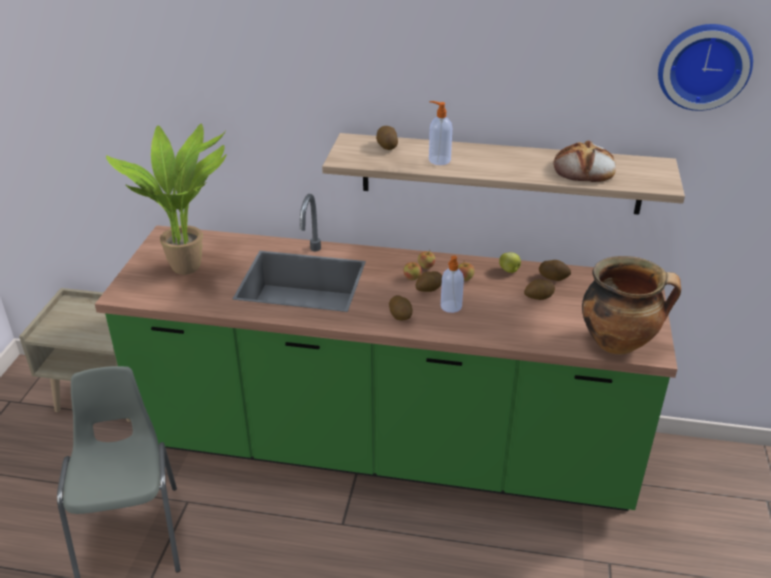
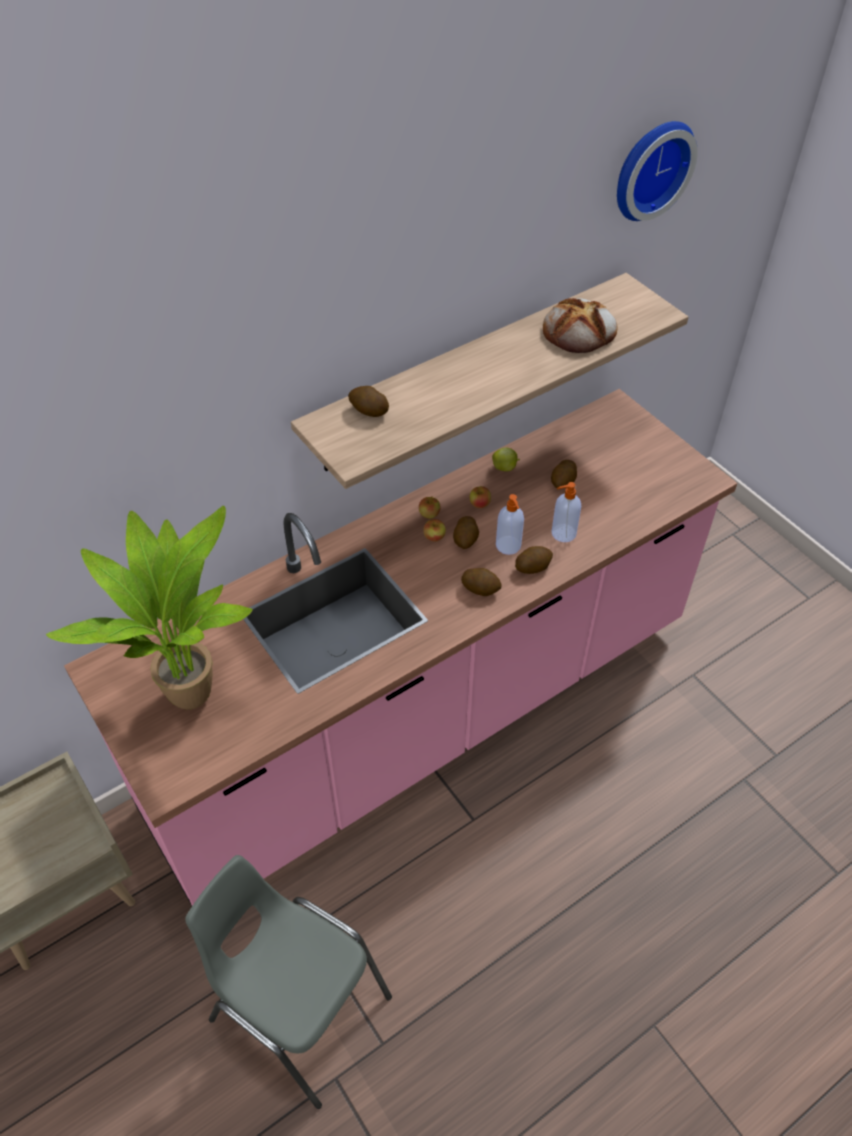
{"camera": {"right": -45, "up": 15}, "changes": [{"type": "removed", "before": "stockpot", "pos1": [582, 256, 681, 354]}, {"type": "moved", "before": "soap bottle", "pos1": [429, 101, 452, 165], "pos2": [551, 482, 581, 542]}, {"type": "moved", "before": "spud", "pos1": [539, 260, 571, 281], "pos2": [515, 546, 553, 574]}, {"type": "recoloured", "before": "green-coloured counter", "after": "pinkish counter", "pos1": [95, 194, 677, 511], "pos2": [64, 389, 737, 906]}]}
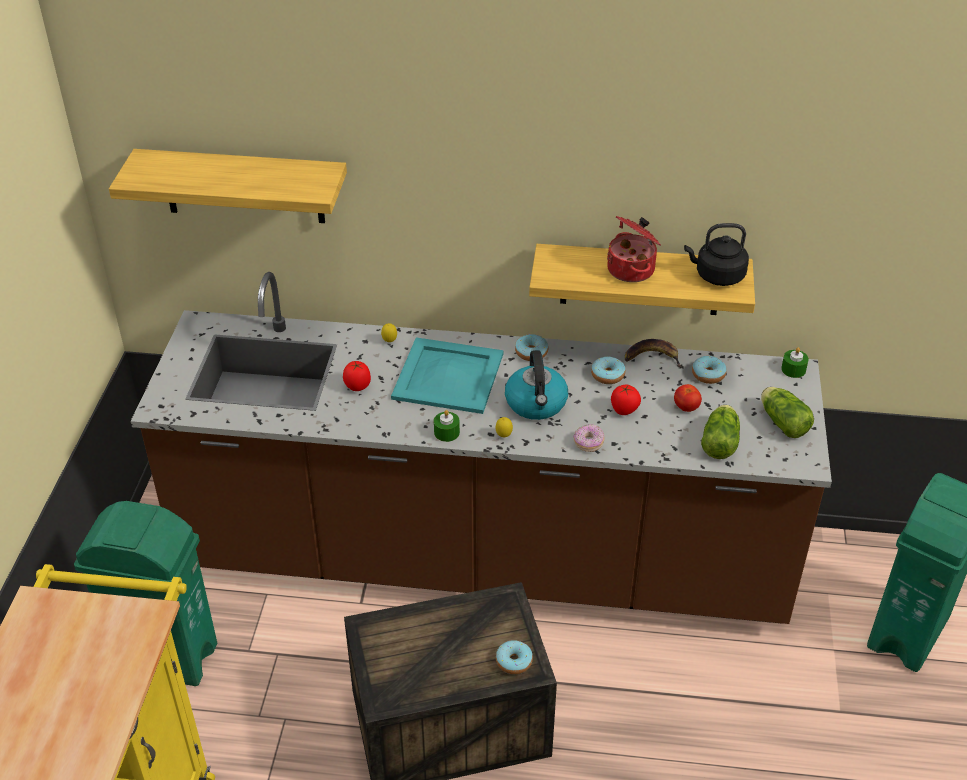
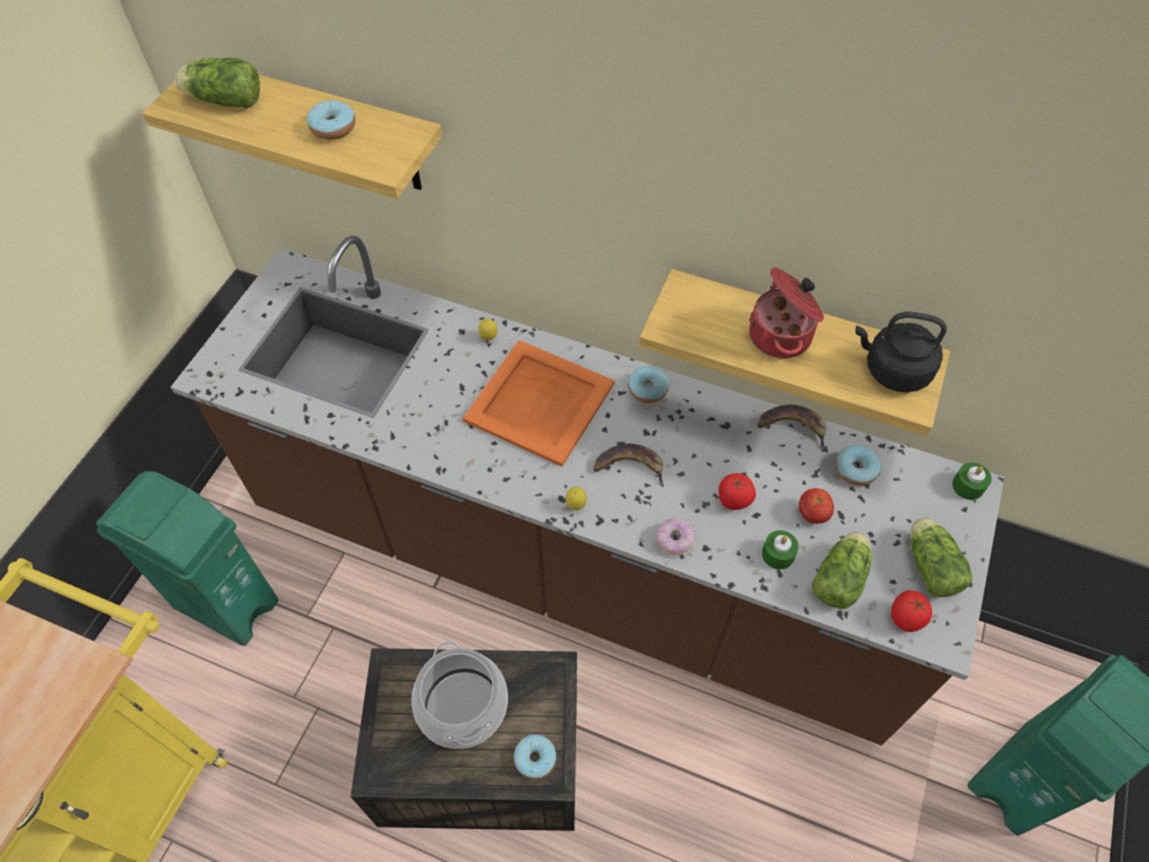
{"camera": {"right": 15, "up": 15}, "changes": [{"type": "added", "after": "head of lettuce", "pos2": [175, 58, 260, 108]}, {"type": "added", "after": "stockpot", "pos2": [411, 641, 508, 749]}, {"type": "moved", "before": "tomato", "pos1": [343, 361, 371, 391], "pos2": [891, 590, 932, 632]}, {"type": "moved", "before": "green-coloured wax light", "pos1": [434, 410, 460, 442], "pos2": [762, 530, 799, 569]}, {"type": "moved", "before": "doughnut", "pos1": [591, 357, 625, 384], "pos2": [307, 100, 355, 140]}, {"type": "replaced", "before": "water kettle", "after": "banana", "pos1": [505, 350, 568, 420], "pos2": [593, 444, 664, 487]}, {"type": "recoloured", "before": "turquoise serving tray", "after": "orange serving tray", "pos1": [391, 337, 503, 414], "pos2": [463, 340, 615, 467]}]}
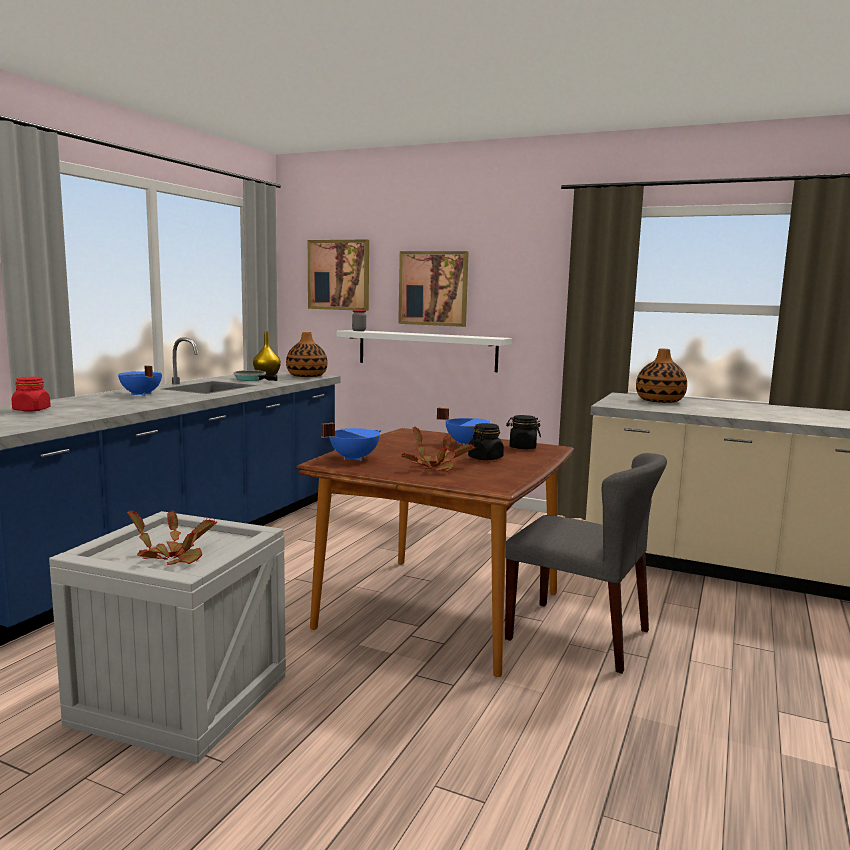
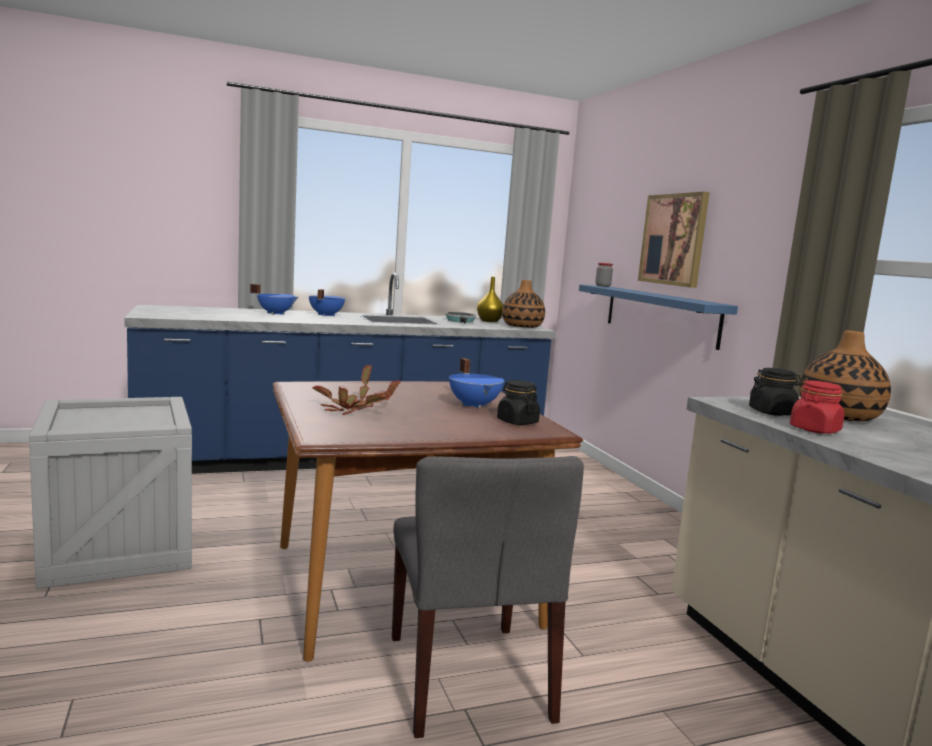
{"camera": {"right": 45, "up": 0}, "changes": [{"type": "removed", "before": "houseplant", "pos1": [127, 510, 217, 565]}, {"type": "removed", "before": "wall picture", "pos1": [308, 240, 369, 311]}, {"type": "moved", "before": "red-coloured jar", "pos1": [11, 377, 51, 412], "pos2": [790, 381, 845, 434]}, {"type": "moved", "before": "bluish stockpot", "pos1": [321, 423, 382, 461], "pos2": [250, 284, 299, 315]}, {"type": "moved", "before": "blackish jar", "pos1": [468, 423, 504, 460], "pos2": [749, 368, 803, 416]}, {"type": "recoloured", "before": "white-coloured bracket shelf", "after": "bluish bracket shelf", "pos1": [336, 330, 512, 372], "pos2": [579, 284, 738, 350]}]}
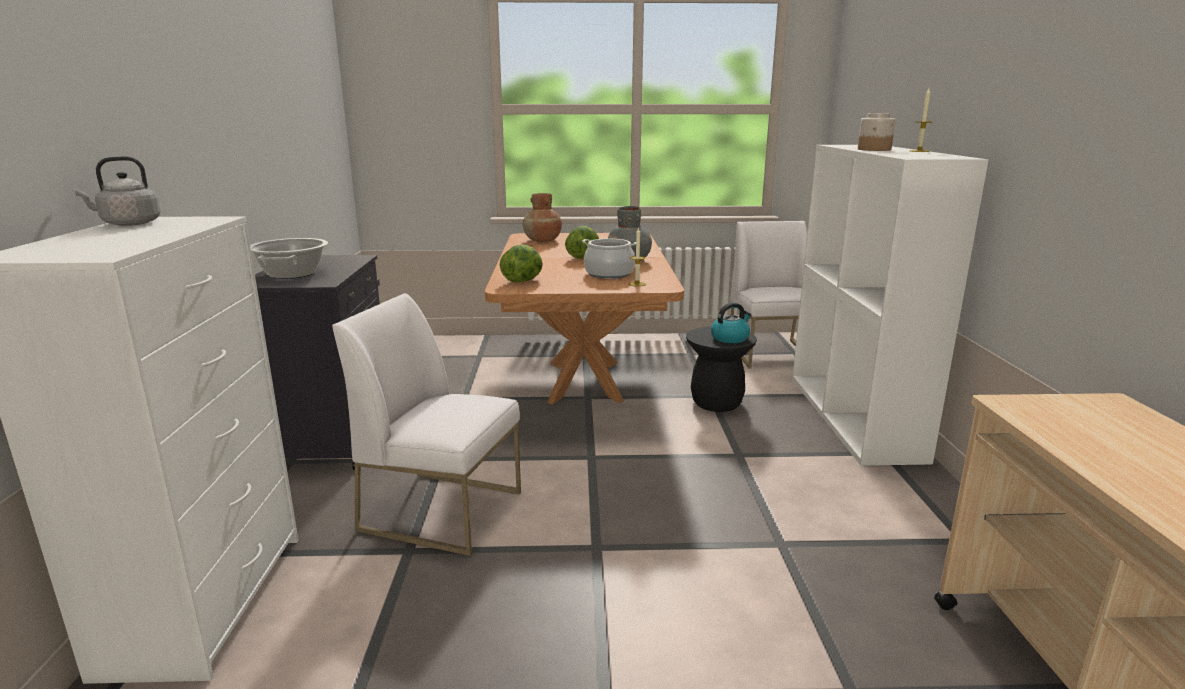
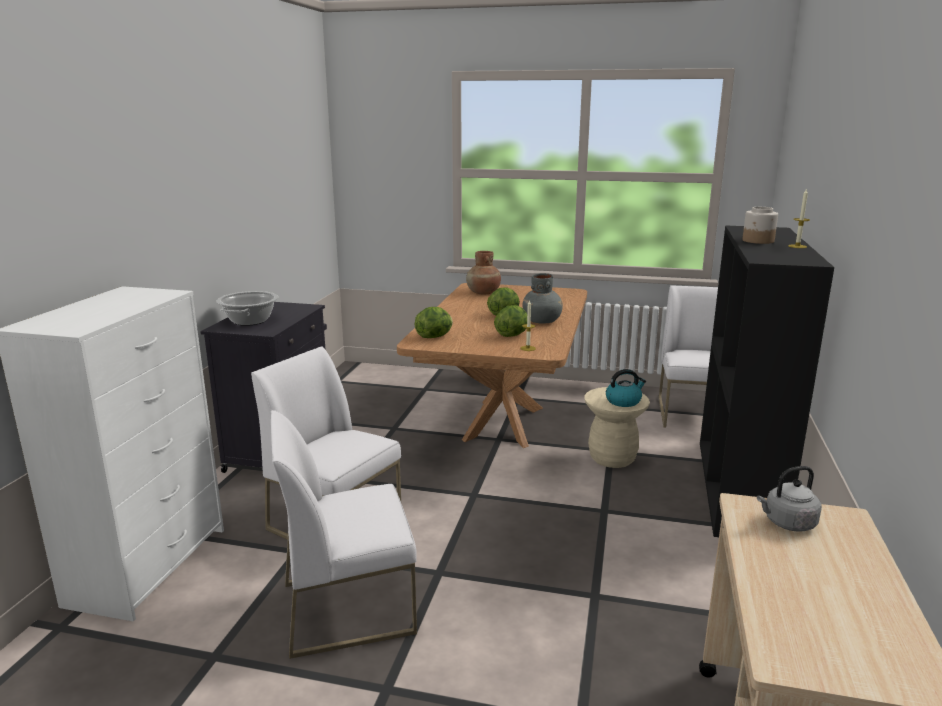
{"camera": {"right": 15, "up": 0}, "changes": [{"type": "added", "after": "white-coloured plain chair", "pos2": [271, 410, 417, 659]}, {"type": "moved", "before": "grey water kettle", "pos1": [74, 156, 161, 226], "pos2": [757, 466, 822, 532]}, {"type": "replaced", "before": "stockpot", "after": "head of lettuce", "pos1": [582, 239, 636, 279], "pos2": [494, 305, 527, 337]}, {"type": "recoloured", "before": "blackish stool", "after": "beige-coloured stool", "pos1": [686, 326, 757, 412], "pos2": [584, 387, 650, 468]}, {"type": "recoloured", "before": "white-coloured bookcase", "after": "blackish bookcase", "pos1": [792, 145, 989, 466], "pos2": [700, 225, 834, 537]}]}
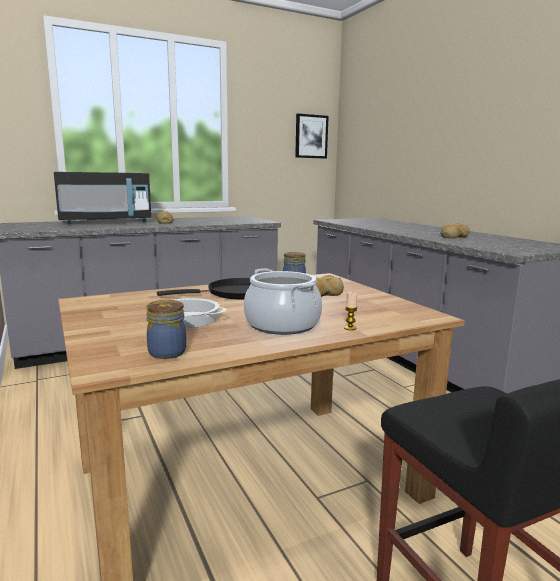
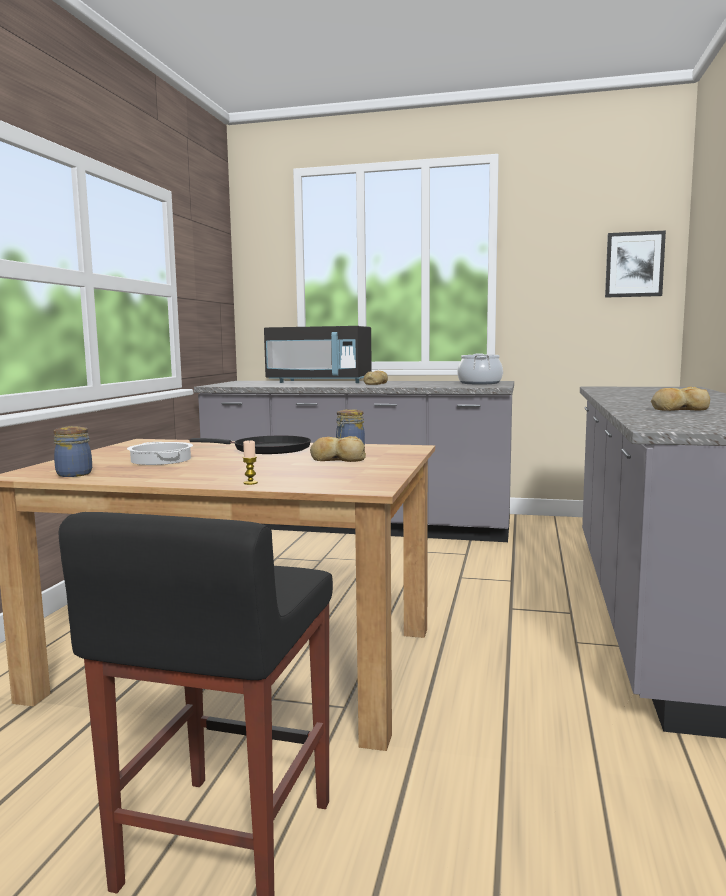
{"camera": {"right": 40, "up": -5}, "changes": [{"type": "moved", "before": "stockpot", "pos1": [244, 268, 322, 335], "pos2": [457, 353, 503, 384]}]}
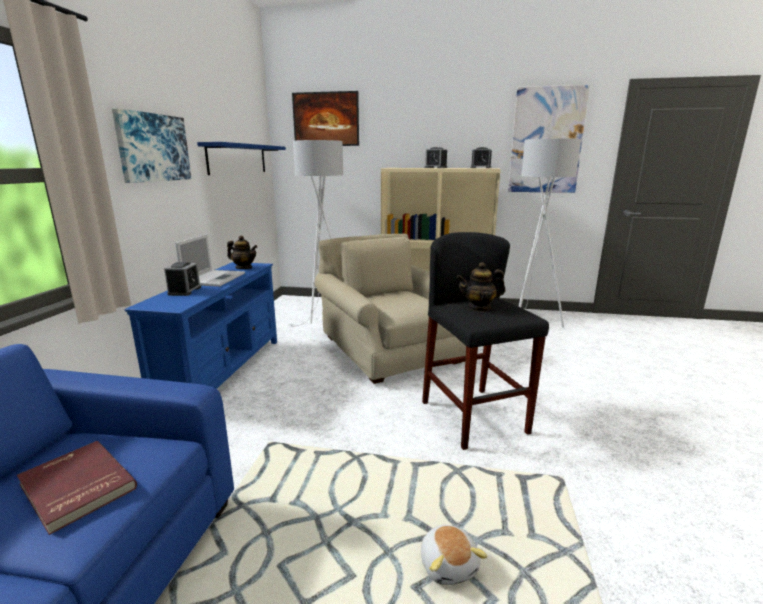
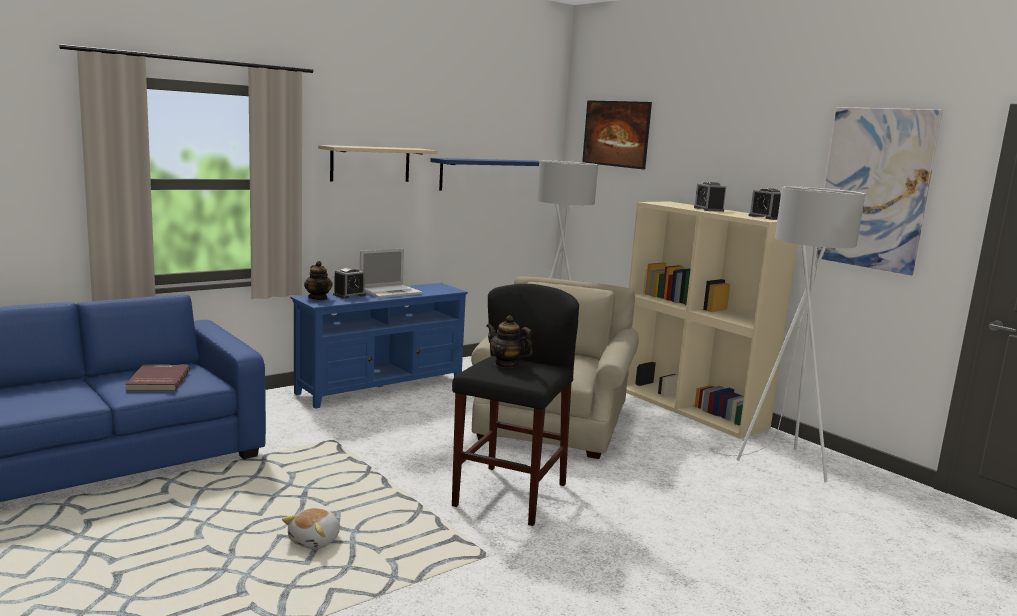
{"camera": {"right": 40, "up": -5}, "changes": [{"type": "moved", "before": "tea pot", "pos1": [227, 236, 257, 269], "pos2": [304, 261, 333, 300]}, {"type": "replaced", "before": "wall picture", "after": "beige-coloured bracket shelf", "pos1": [112, 108, 191, 183], "pos2": [318, 145, 438, 182]}]}
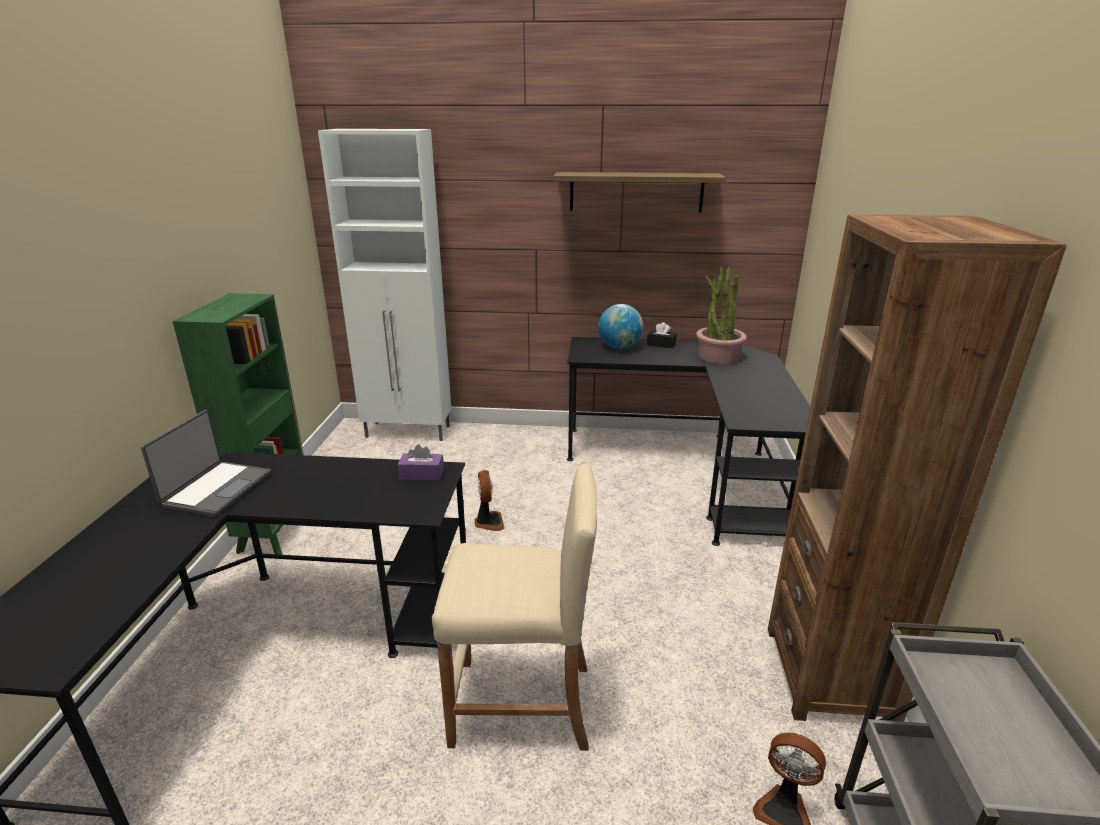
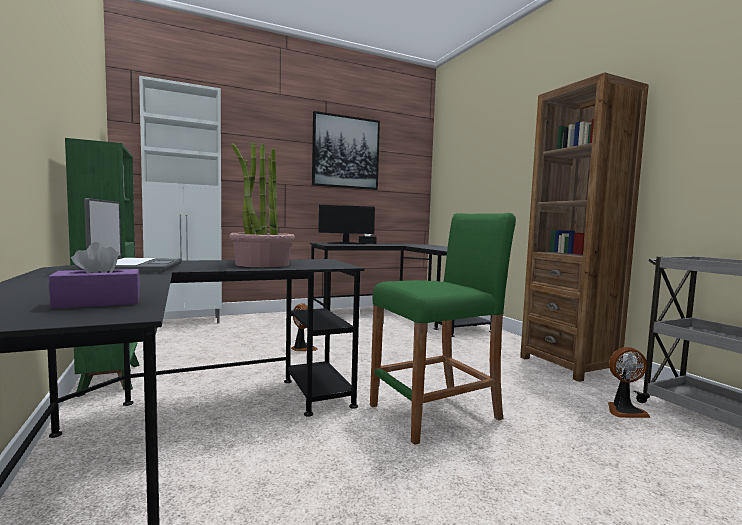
{"camera": {"right": -30, "up": -20}, "changes": [{"type": "moved", "before": "purplish tissue box", "pos1": [397, 444, 444, 480], "pos2": [49, 242, 140, 309]}, {"type": "moved", "before": "houseplant", "pos1": [696, 267, 747, 364], "pos2": [230, 142, 295, 267]}, {"type": "replaced", "before": "bracket shelf", "after": "wall picture", "pos1": [554, 172, 726, 212], "pos2": [312, 111, 380, 190]}, {"type": "replaced", "before": "desk globe", "after": "computer display", "pos1": [598, 304, 643, 349], "pos2": [318, 205, 375, 244]}, {"type": "recoloured", "before": "beige-coloured stool", "after": "green-coloured stool", "pos1": [432, 463, 597, 751], "pos2": [370, 213, 516, 445]}]}
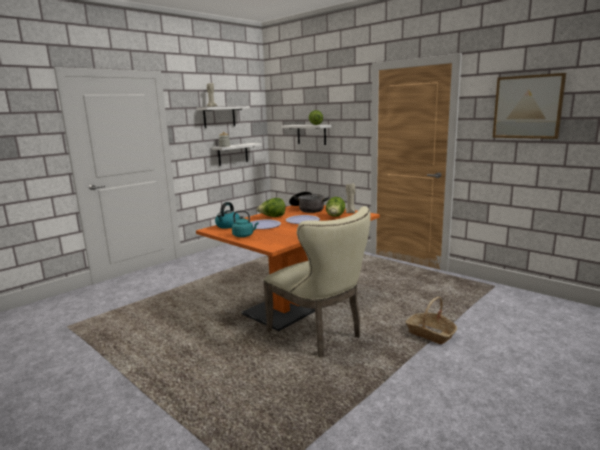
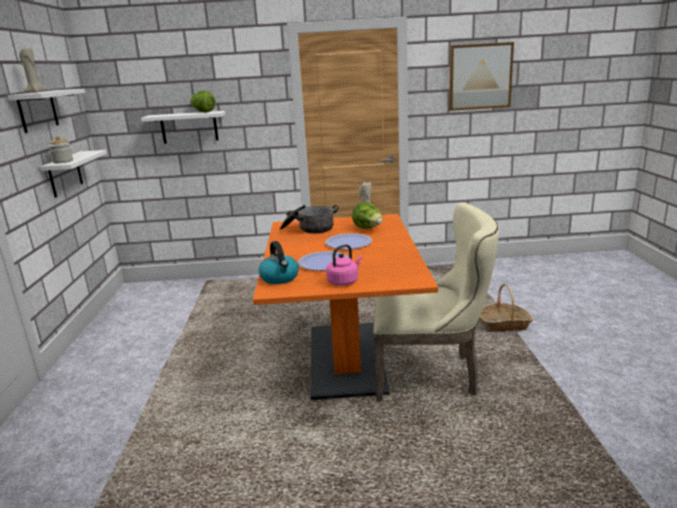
{"camera": {"right": -45, "up": 5}, "changes": [{"type": "removed", "before": "head of lettuce", "pos1": [256, 198, 286, 217]}, {"type": "recoloured", "before": "turquoise water kettle", "after": "pinkish water kettle", "pos1": [232, 211, 258, 237], "pos2": [326, 244, 362, 286]}]}
